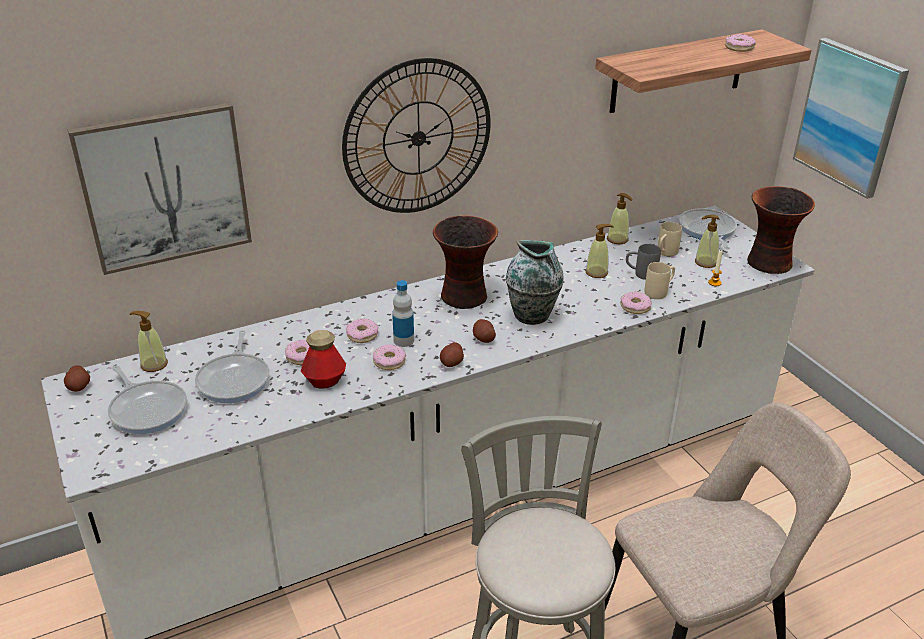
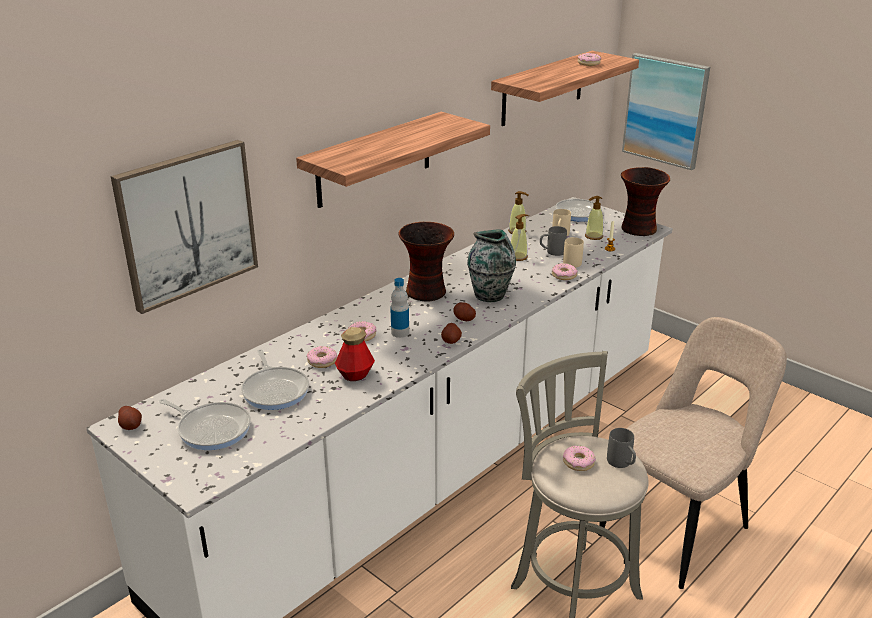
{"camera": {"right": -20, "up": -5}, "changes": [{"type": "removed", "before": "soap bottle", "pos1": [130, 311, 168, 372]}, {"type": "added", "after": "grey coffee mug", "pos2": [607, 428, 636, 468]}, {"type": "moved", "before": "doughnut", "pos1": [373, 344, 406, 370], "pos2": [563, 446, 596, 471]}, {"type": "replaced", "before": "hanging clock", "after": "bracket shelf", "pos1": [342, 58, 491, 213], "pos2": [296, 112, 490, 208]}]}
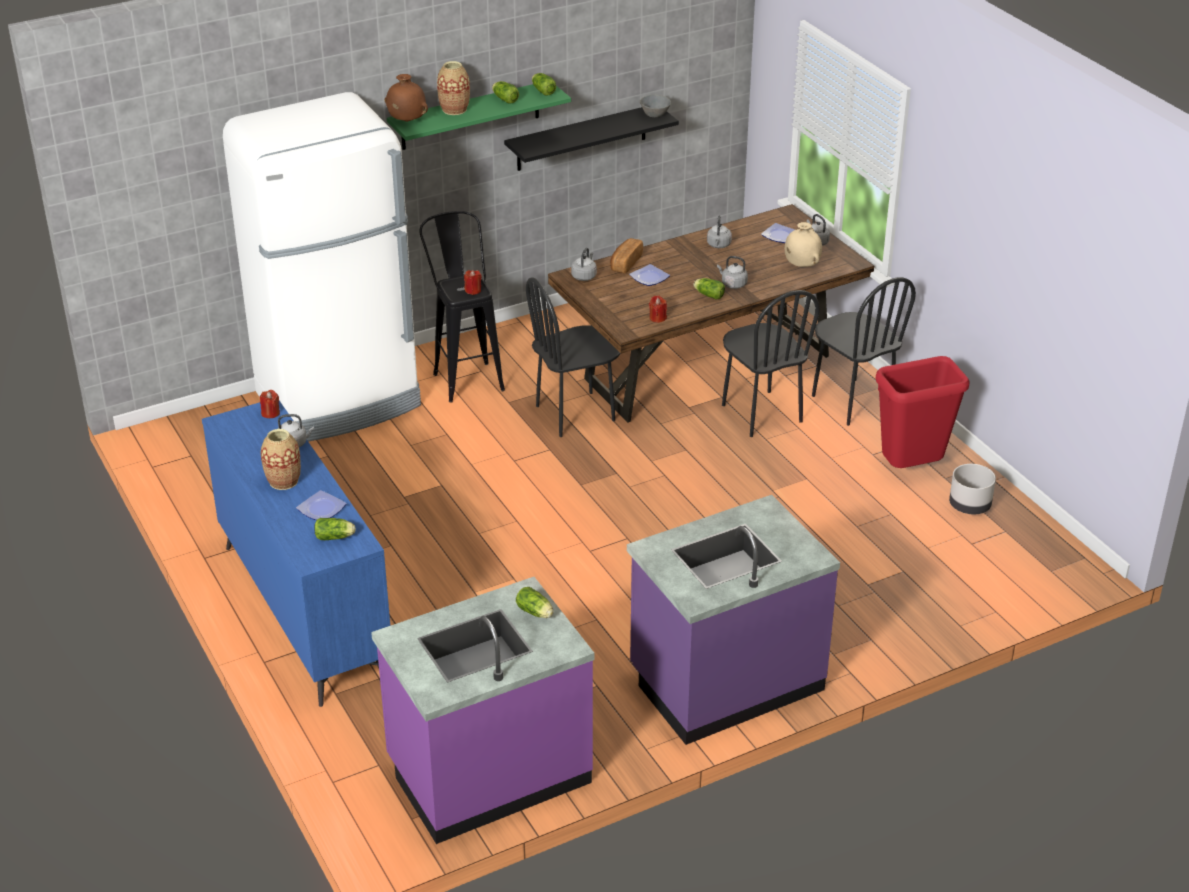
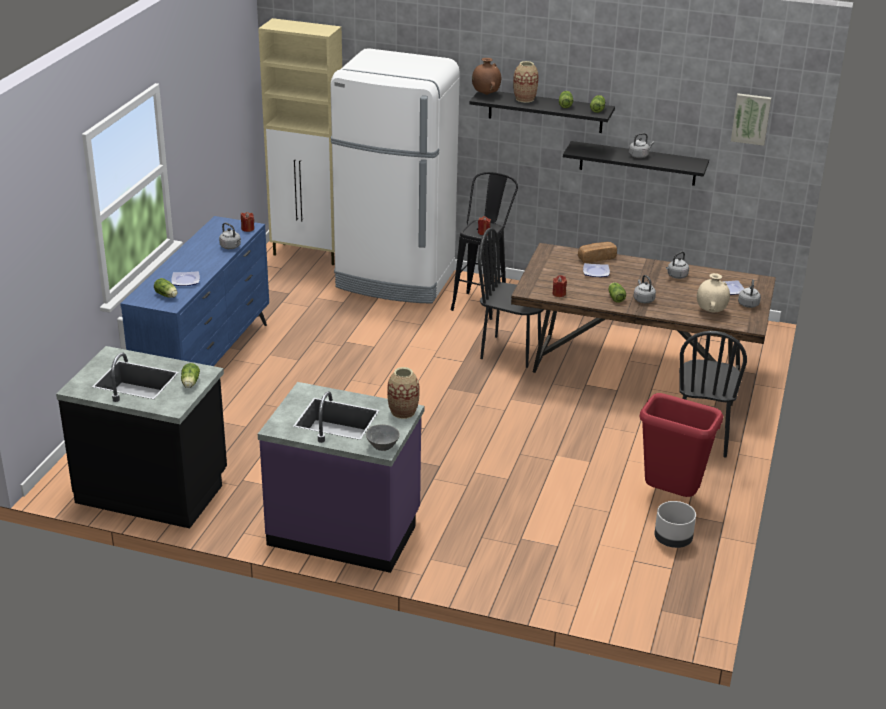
{"camera": {"right": 45, "up": -5}, "changes": [{"type": "removed", "before": "blackish plain chair", "pos1": [722, 290, 820, 437]}, {"type": "added", "after": "beige-coloured cabinet", "pos2": [258, 18, 342, 265]}, {"type": "added", "after": "wall picture", "pos2": [731, 93, 772, 146]}, {"type": "moved", "before": "decorative vase", "pos1": [261, 429, 301, 490], "pos2": [387, 367, 420, 419]}, {"type": "moved", "before": "grey water kettle", "pos1": [571, 248, 597, 281], "pos2": [629, 133, 654, 158]}, {"type": "moved", "before": "grey bowl", "pos1": [640, 95, 671, 117], "pos2": [366, 424, 400, 451]}, {"type": "recoloured", "before": "purplish counter", "after": "blackish counter", "pos1": [371, 577, 595, 844], "pos2": [56, 346, 227, 529]}, {"type": "recoloured", "before": "green-coloured bracket shelf", "after": "blackish bracket shelf", "pos1": [387, 84, 571, 150], "pos2": [469, 91, 615, 133]}]}
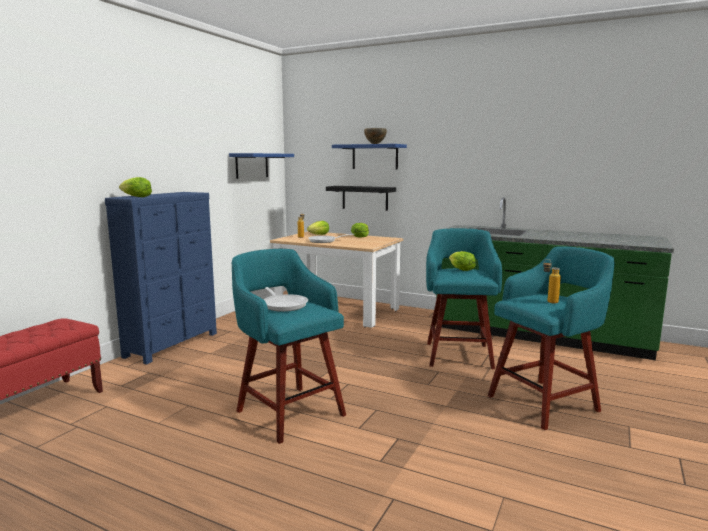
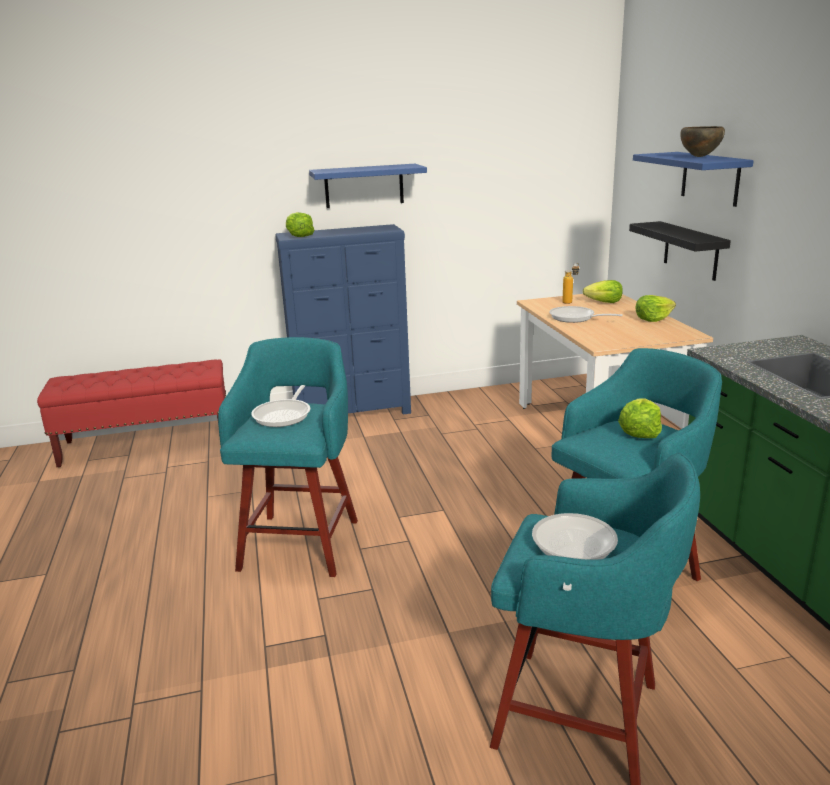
{"camera": {"right": 50, "up": 10}, "changes": [{"type": "moved", "before": "bluish bracket shelf", "pos1": [229, 153, 294, 179], "pos2": [309, 164, 427, 208]}, {"type": "replaced", "before": "beverage bottle", "after": "skillet", "pos1": [543, 259, 561, 303], "pos2": [532, 513, 618, 591]}]}
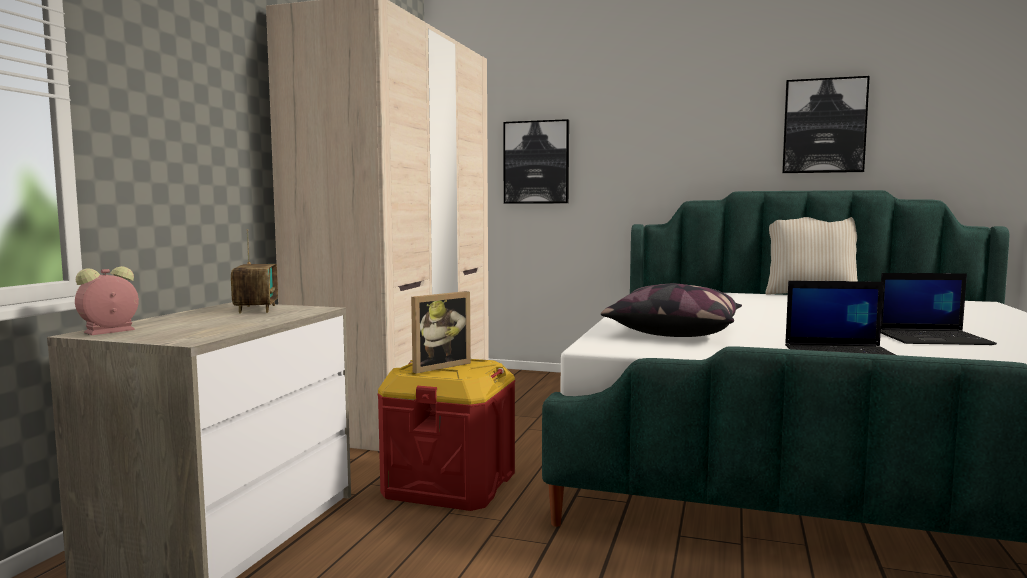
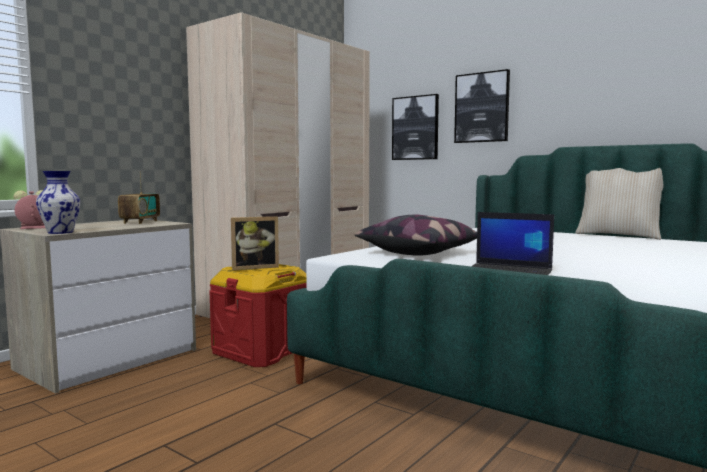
{"camera": {"right": 20, "up": 0}, "changes": [{"type": "removed", "before": "laptop", "pos1": [881, 273, 997, 345]}, {"type": "added", "after": "decorative vase", "pos2": [36, 171, 80, 234]}, {"type": "moved", "before": "wall picture", "pos1": [782, 76, 870, 173], "pos2": [454, 69, 510, 143]}]}
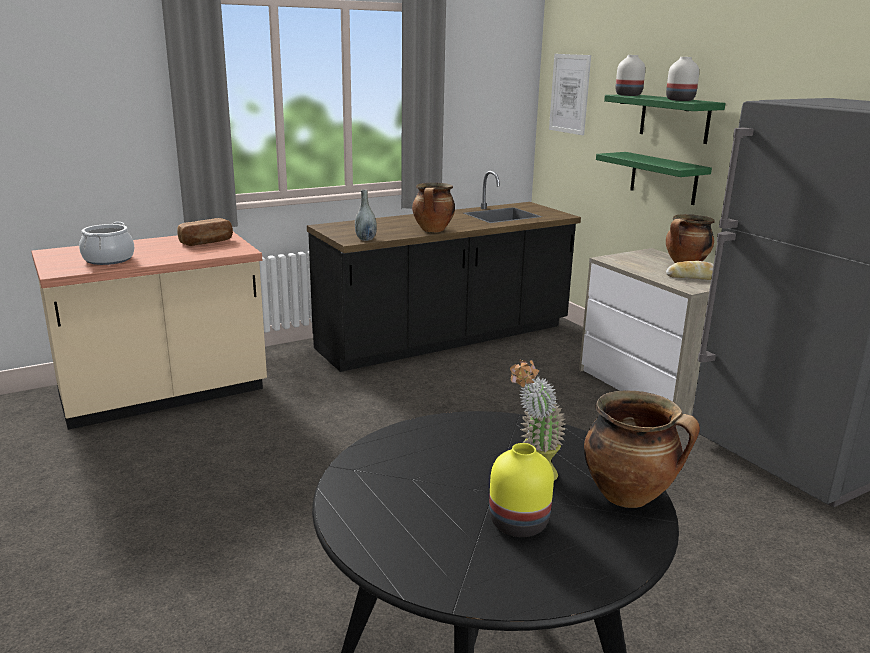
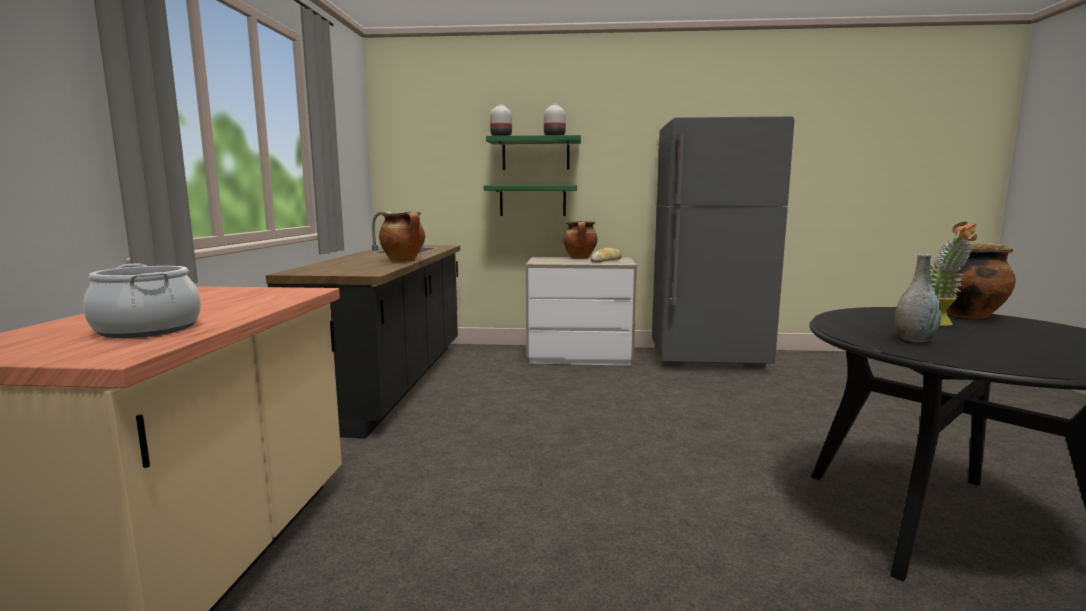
{"camera": {"right": -55, "up": -10}, "changes": [{"type": "removed", "before": "bakery bread", "pos1": [177, 218, 233, 246]}, {"type": "removed", "before": "yellow-coloured decorative vase", "pos1": [489, 443, 554, 537]}, {"type": "removed", "before": "wall picture", "pos1": [549, 54, 591, 135]}, {"type": "moved", "before": "grey decorative vase", "pos1": [355, 189, 377, 241], "pos2": [895, 254, 941, 343]}]}
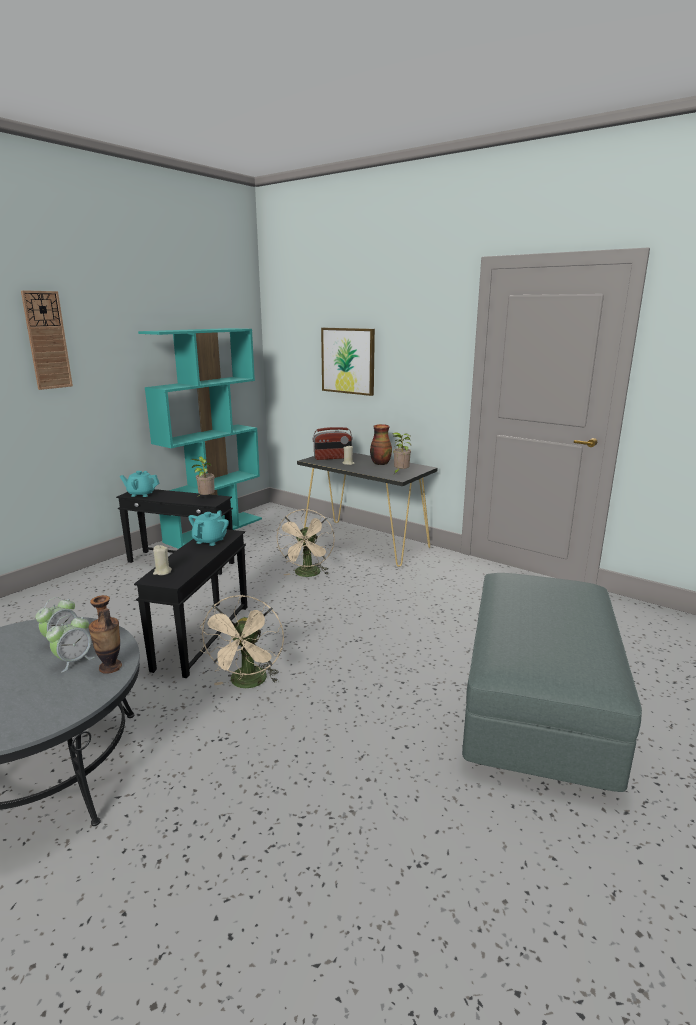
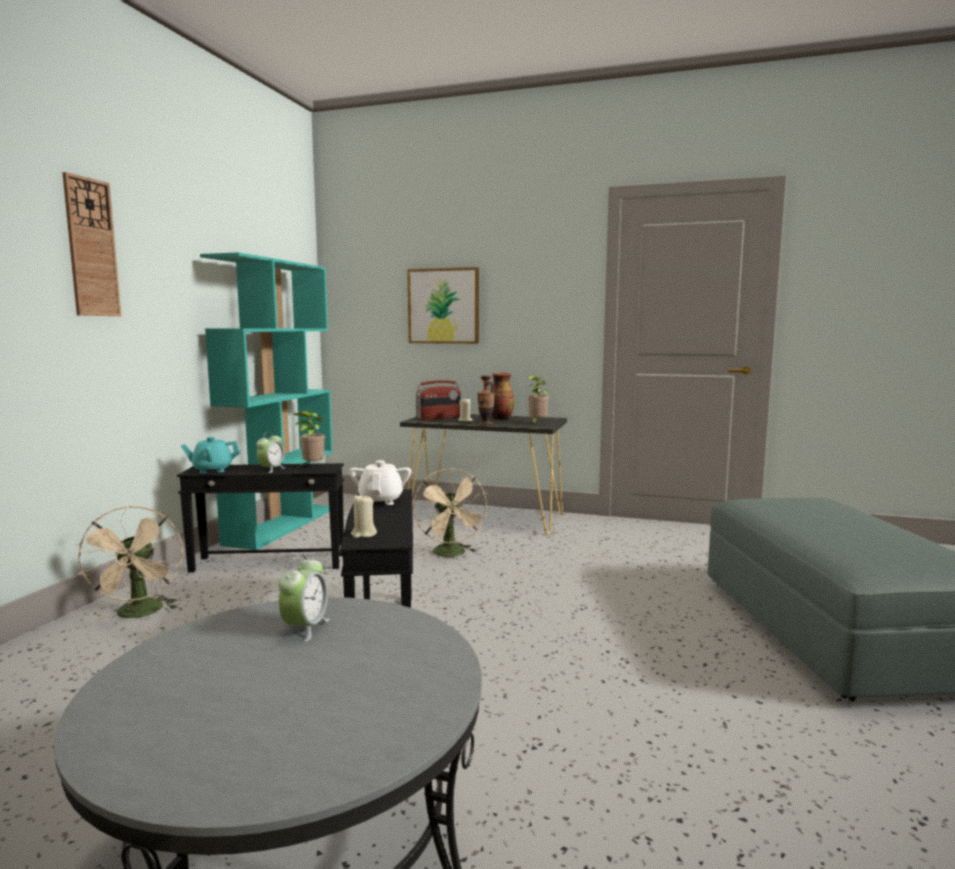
{"camera": {"right": -20, "up": -10}, "changes": [{"type": "moved", "before": "table clock", "pos1": [46, 615, 95, 672], "pos2": [257, 432, 285, 473]}, {"type": "moved", "before": "decorative vase", "pos1": [88, 595, 122, 674], "pos2": [477, 376, 495, 425]}, {"type": "moved", "before": "beige-coloured electric fan", "pos1": [200, 595, 284, 688], "pos2": [76, 506, 183, 621]}, {"type": "recoloured", "before": "turquoise tea pot", "after": "white-coloured tea pot", "pos1": [188, 511, 229, 546], "pos2": [349, 460, 411, 505]}]}
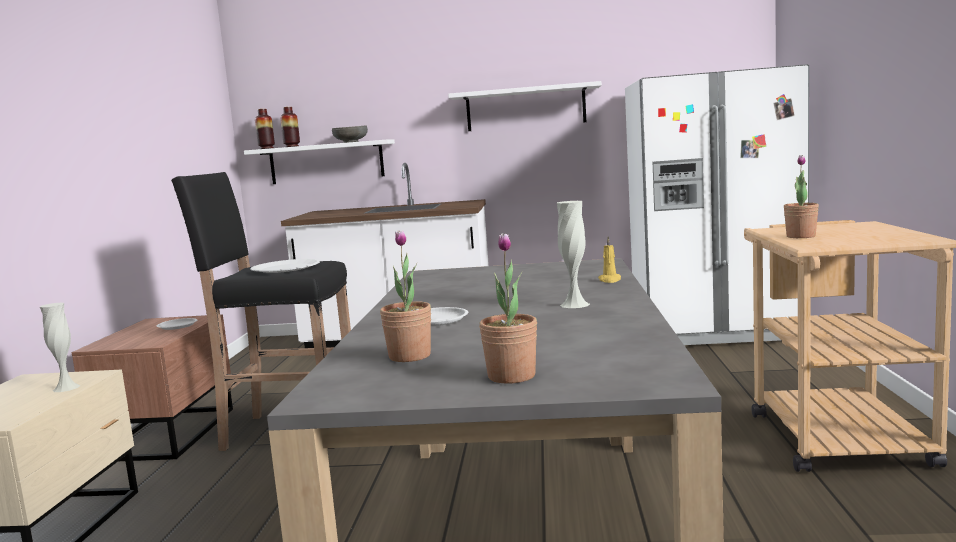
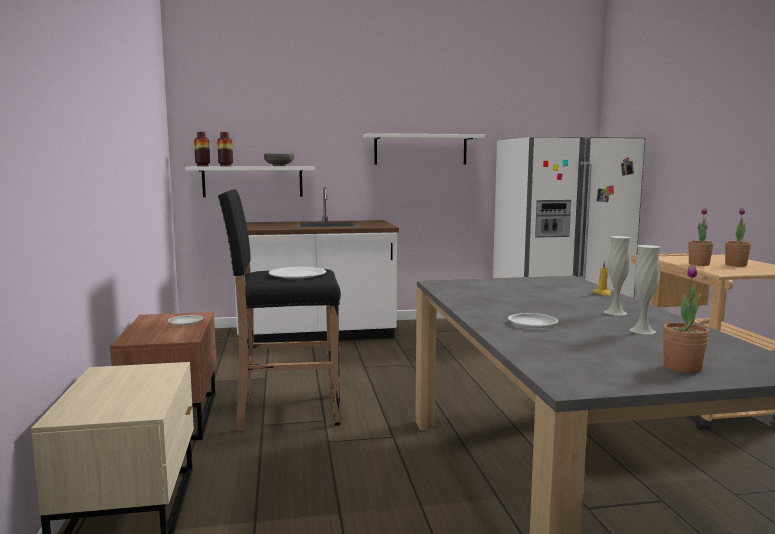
{"camera": {"right": -15, "up": 0}, "changes": [{"type": "moved", "before": "white-coloured decorative vase", "pos1": [40, 303, 80, 392], "pos2": [630, 245, 661, 334]}, {"type": "moved", "before": "houseplant", "pos1": [380, 230, 431, 362], "pos2": [725, 208, 751, 267]}]}
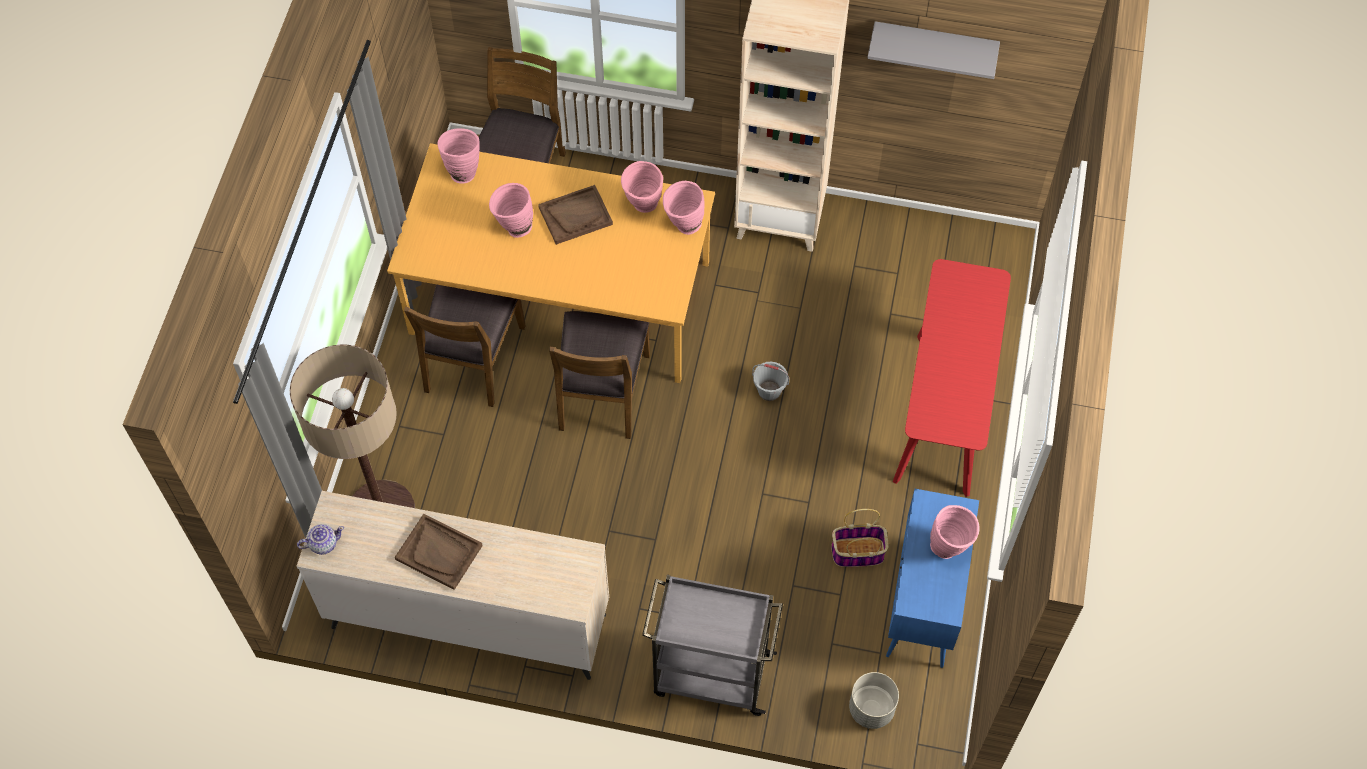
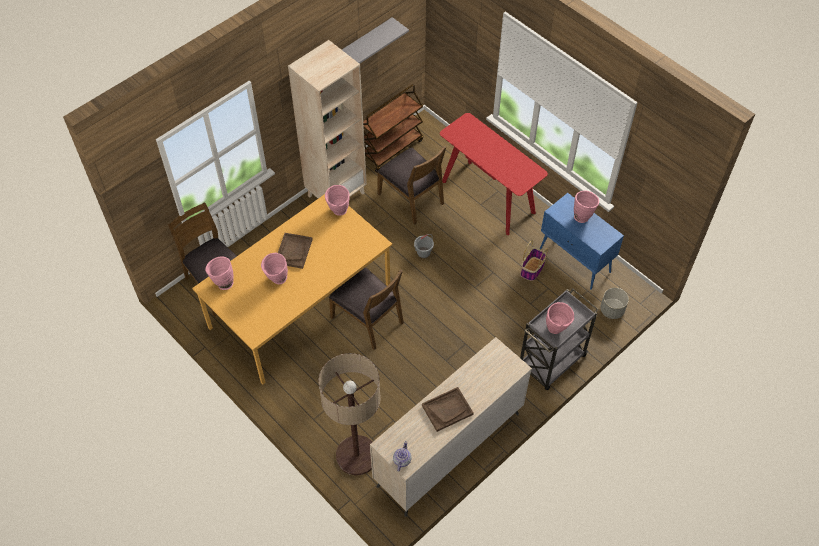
{"camera": {"right": -55, "up": -5}, "changes": [{"type": "added", "after": "brownish cart", "pos2": [363, 84, 423, 173]}, {"type": "moved", "before": "brownish plain chair", "pos1": [404, 284, 526, 407], "pos2": [377, 146, 446, 224]}, {"type": "moved", "before": "pinkish decorative vase", "pos1": [621, 161, 663, 213], "pos2": [546, 302, 574, 334]}]}
